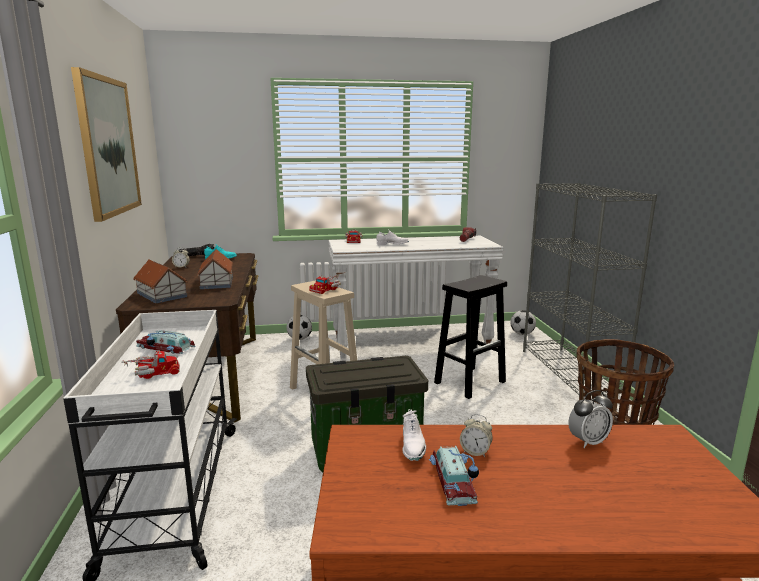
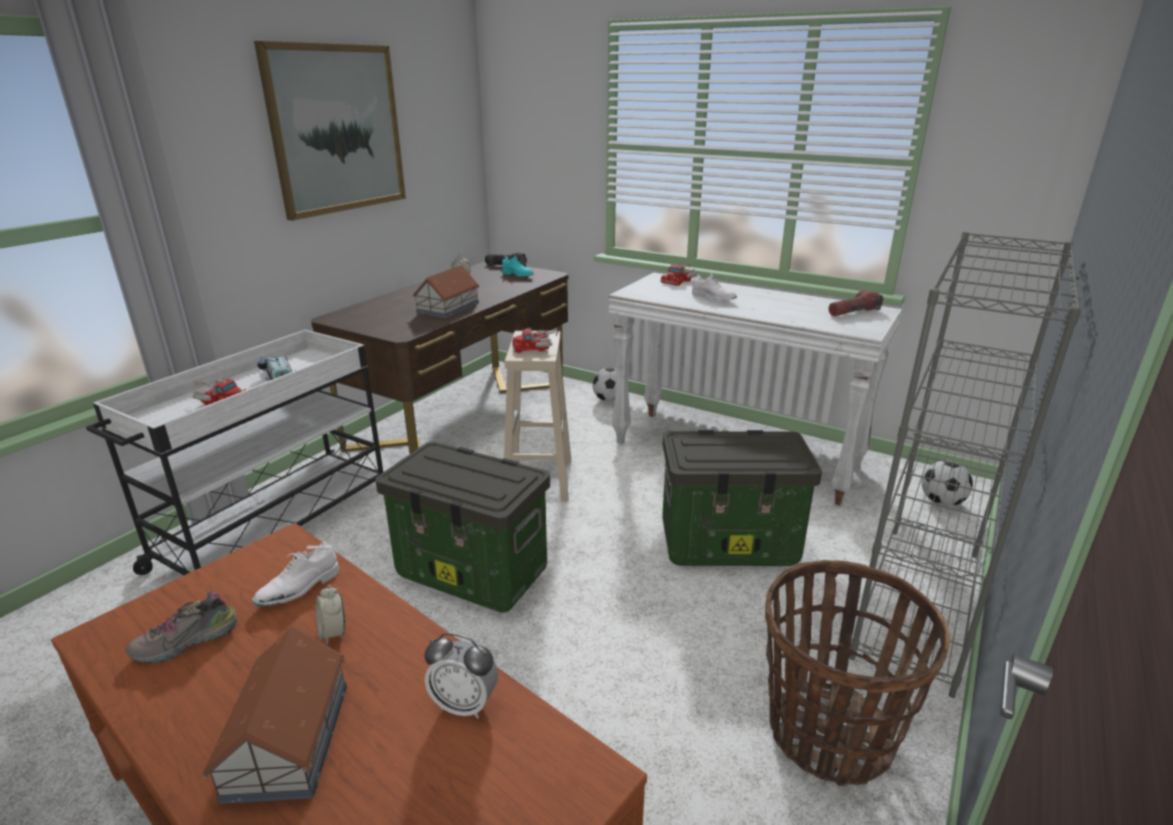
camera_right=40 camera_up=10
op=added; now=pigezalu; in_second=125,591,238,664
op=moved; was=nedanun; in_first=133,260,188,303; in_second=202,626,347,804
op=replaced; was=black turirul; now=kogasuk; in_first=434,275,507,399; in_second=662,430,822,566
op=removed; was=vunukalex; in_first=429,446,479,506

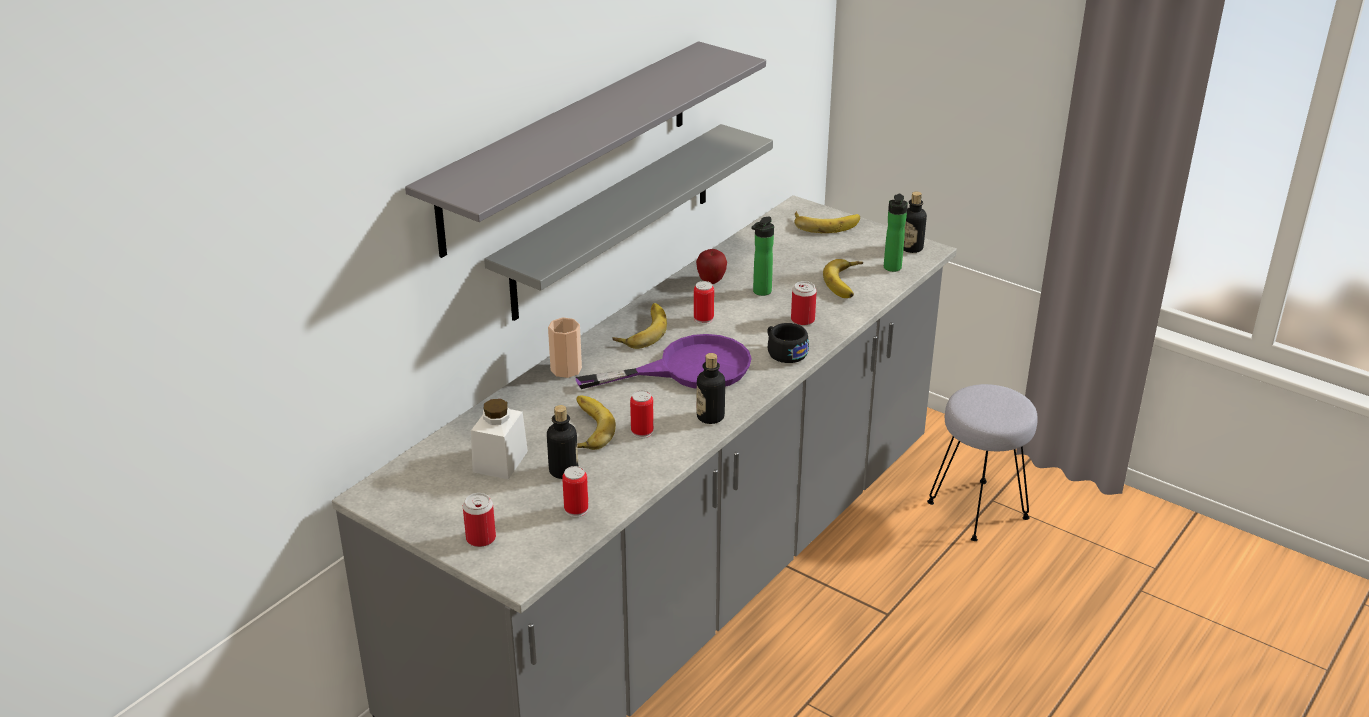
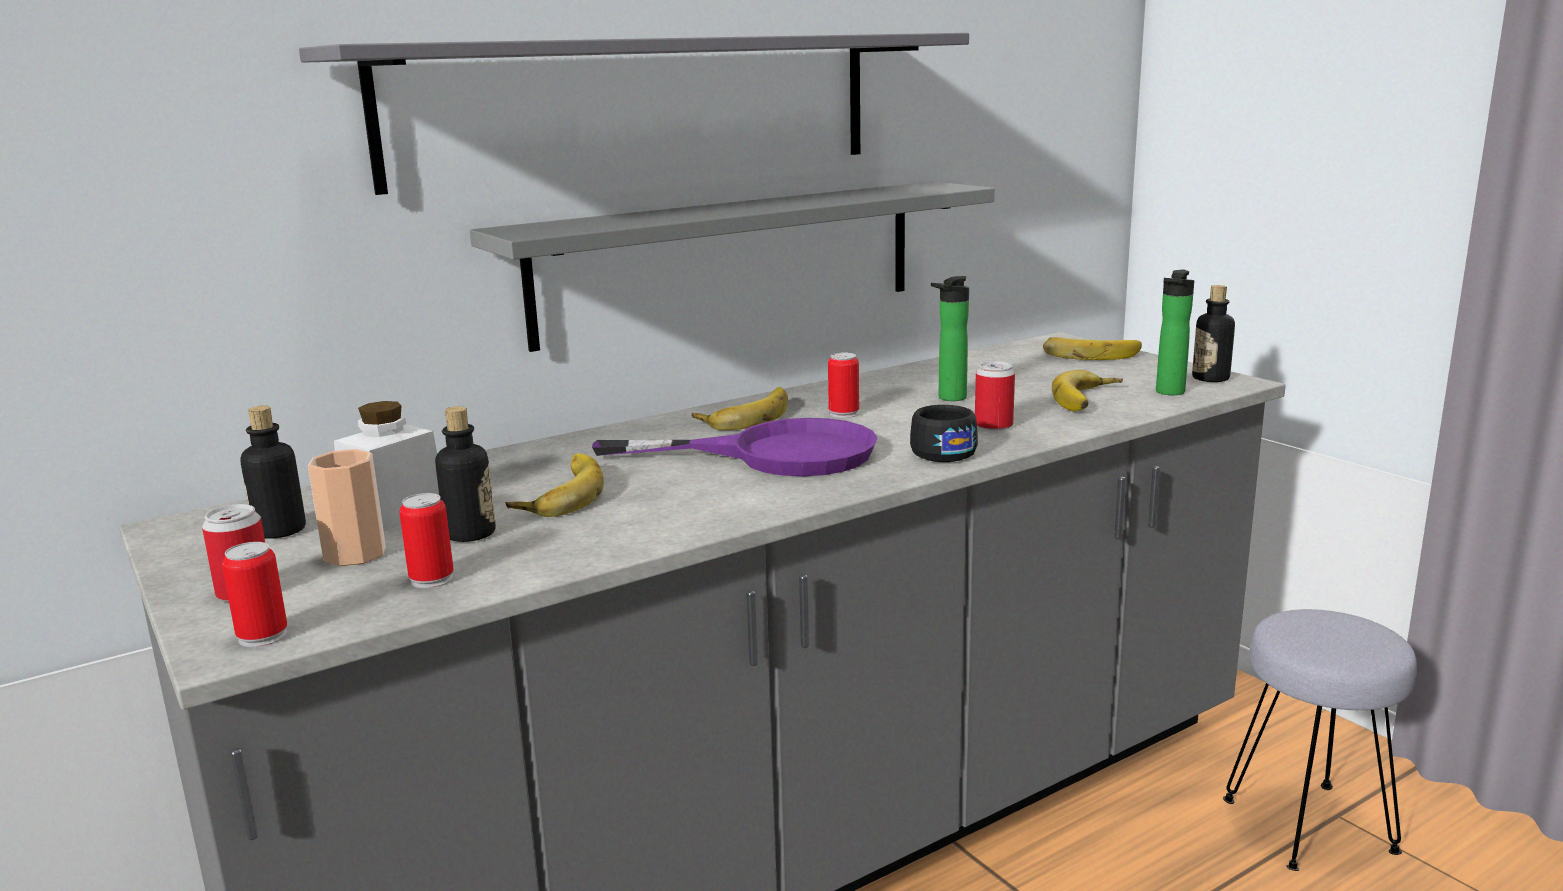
camera_right=20 camera_up=-15
op=moved; was=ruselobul; in_first=630,390,654,438; in_second=222,542,287,647
op=moved; was=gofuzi; in_first=697,353,725,424; in_second=240,406,306,539
op=moved; was=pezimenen; in_first=548,317,582,378; in_second=308,449,386,566
op=removed; was=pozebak; in_first=696,249,727,284

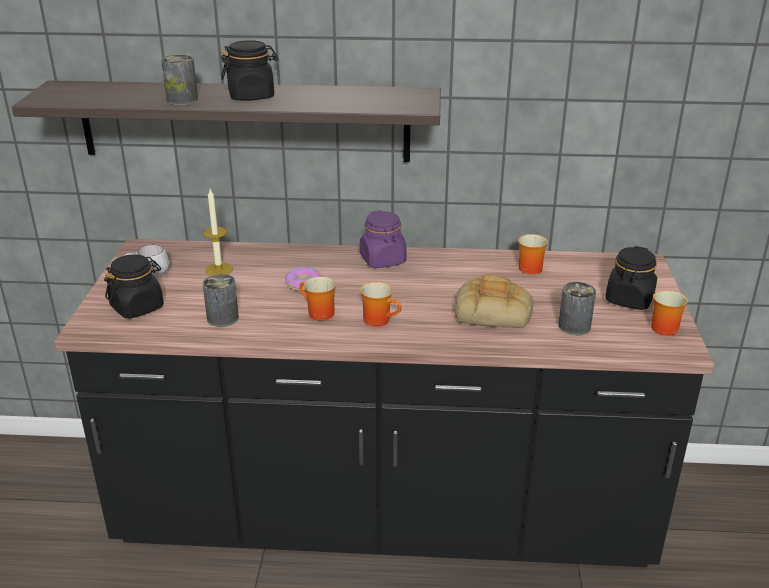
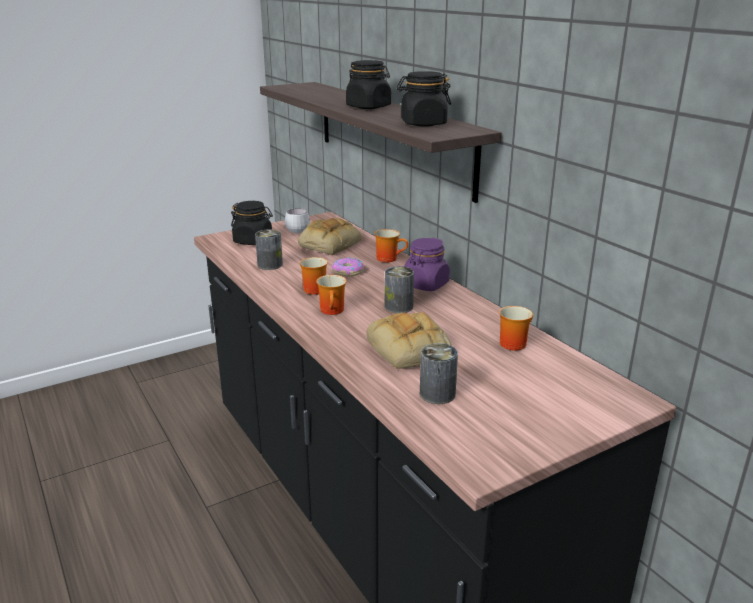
camera_right=55 camera_up=-5
op=replaced; was=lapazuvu; now=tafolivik; in_first=203,189,233,276; in_second=298,218,362,255
op=moved; was=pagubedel; in_first=651,290,688,336; in_second=374,229,408,262
op=moved; was=ruselobul; in_first=161,55,198,105; in_second=385,266,414,313
op=moved; was=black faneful; in_first=605,246,657,310; in_second=397,71,451,127

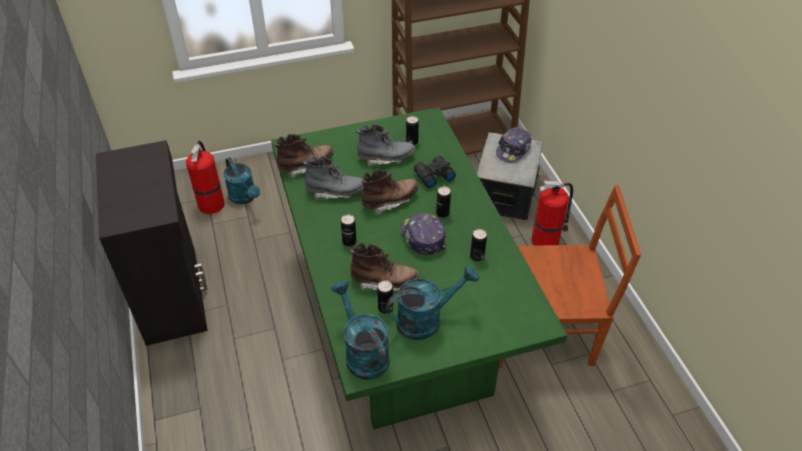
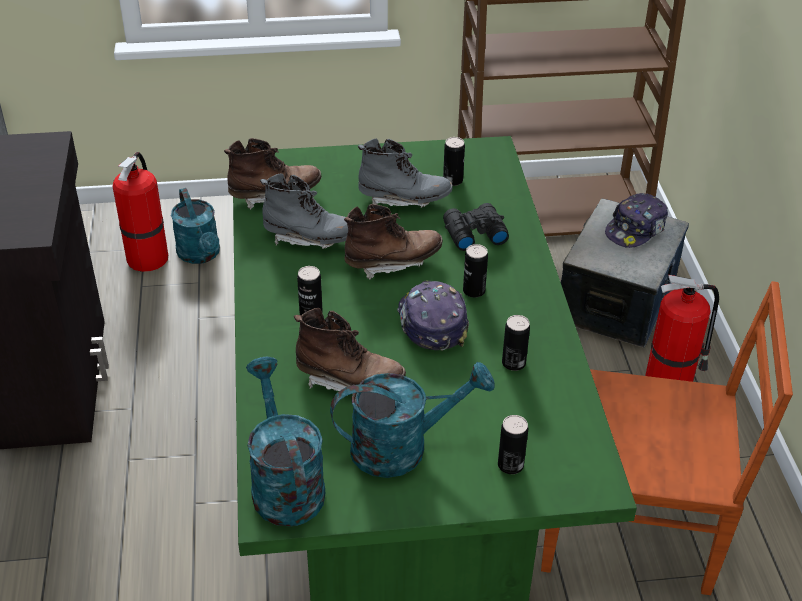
camera_right=10 camera_up=-5
op=moved; was=ruselobul; in_first=377,280,393,314; in_second=498,415,528,474

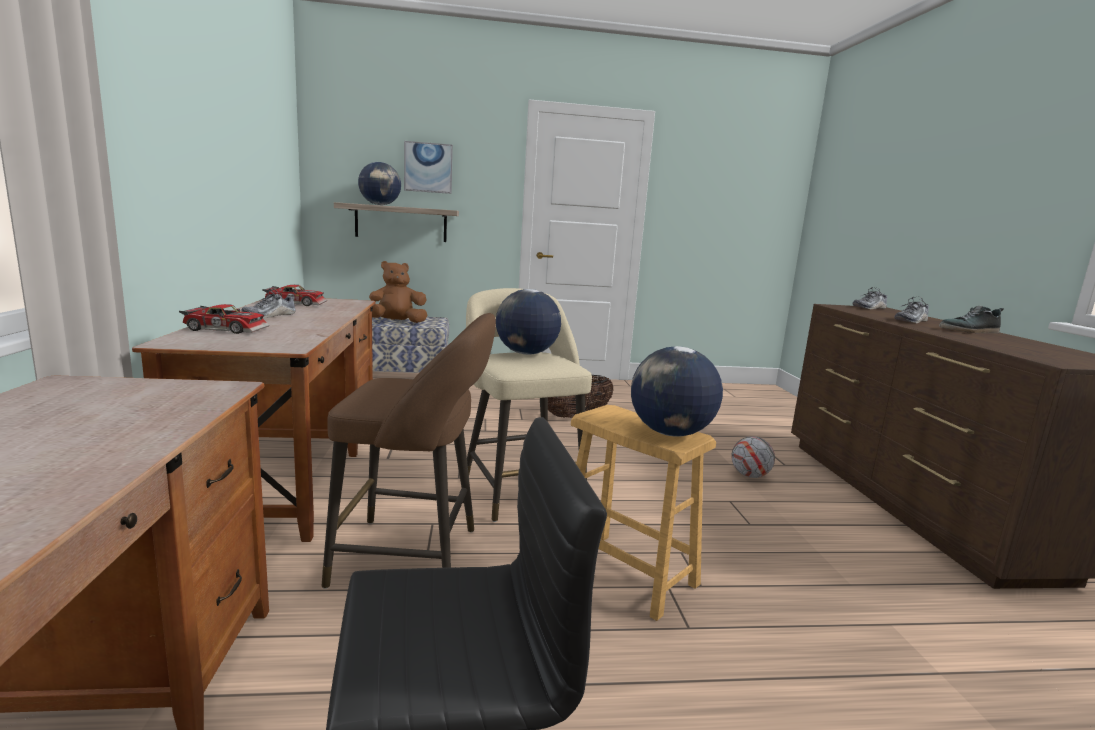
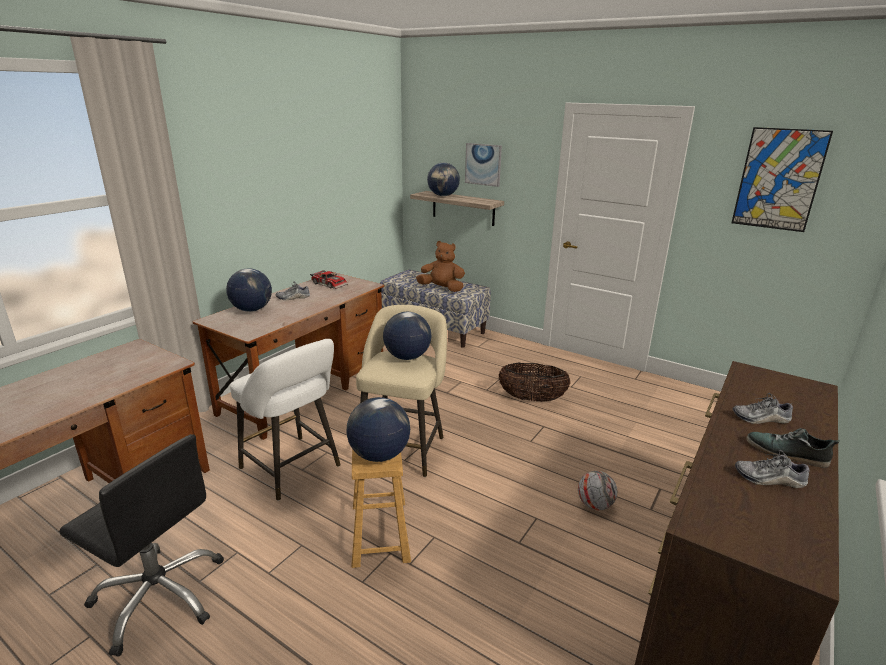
camera_right=40 camera_up=10
op=replaced; was=vunukalex; now=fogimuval; in_first=179,304,269,334; in_second=226,269,272,312
op=recoloured; was=brown turirul; now=white turirul; in_first=322,313,496,589; in_second=230,339,341,501
op=added; now=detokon; in_second=731,127,833,232
op=moved; was=pigezalu; in_first=853,287,887,310; in_second=735,450,810,488

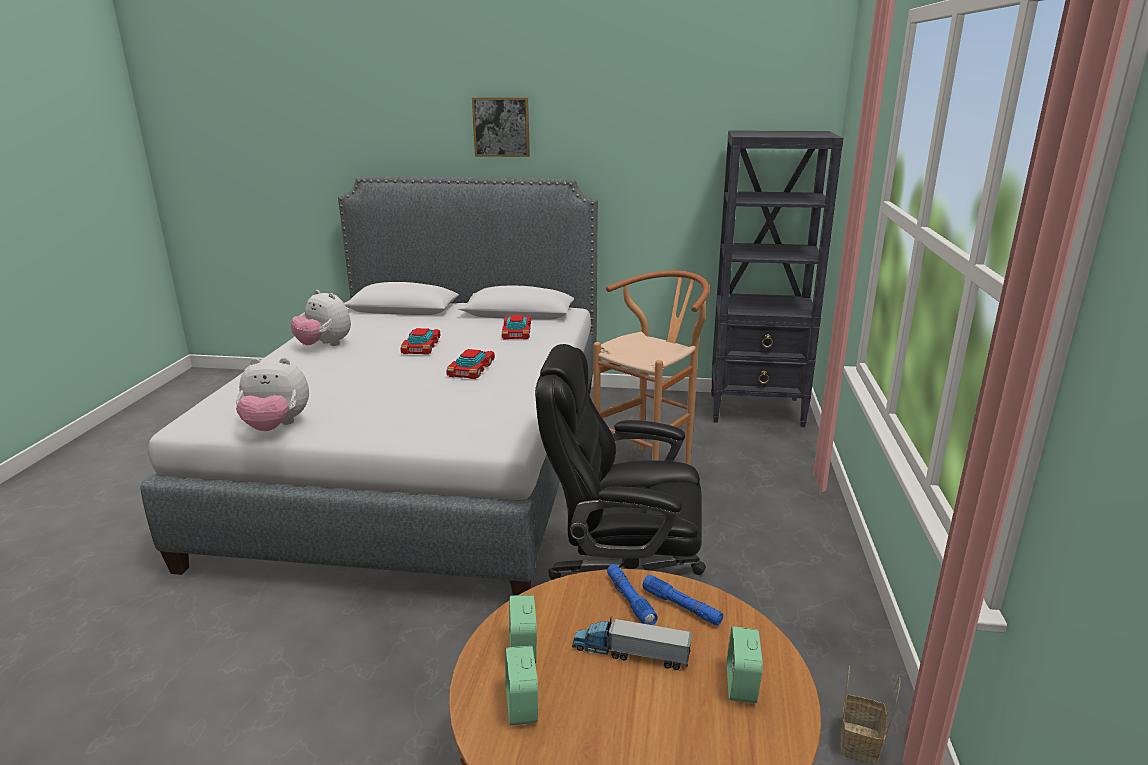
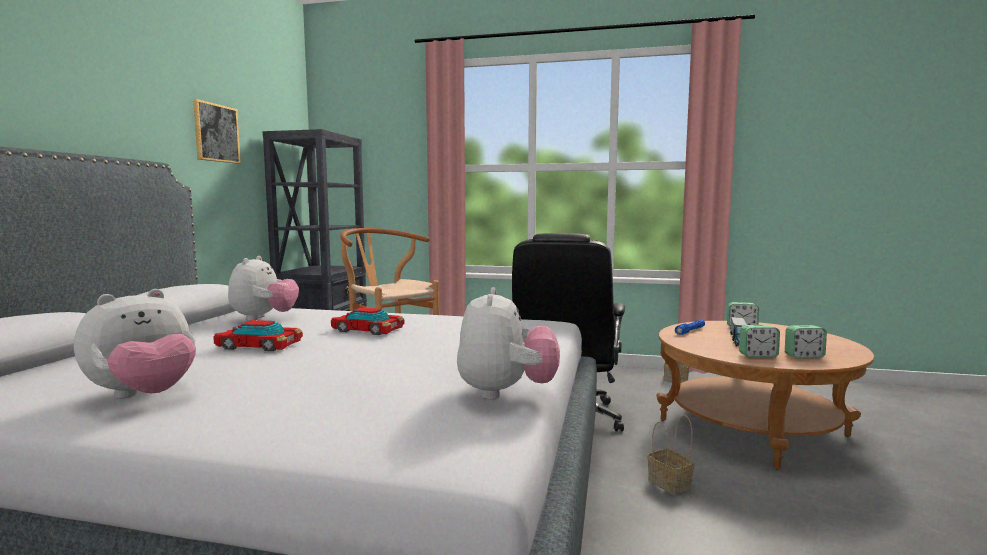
camera_right=-85 camera_up=-15
op=moved; was=detokon; in_first=472,97,530,157; in_second=193,99,241,164
op=replaced; was=vunukalex; now=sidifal; in_first=502,315,531,339; in_second=228,256,299,321
op=added; now=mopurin; in_second=648,415,694,495
op=removed; was=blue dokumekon; in_first=607,564,658,625

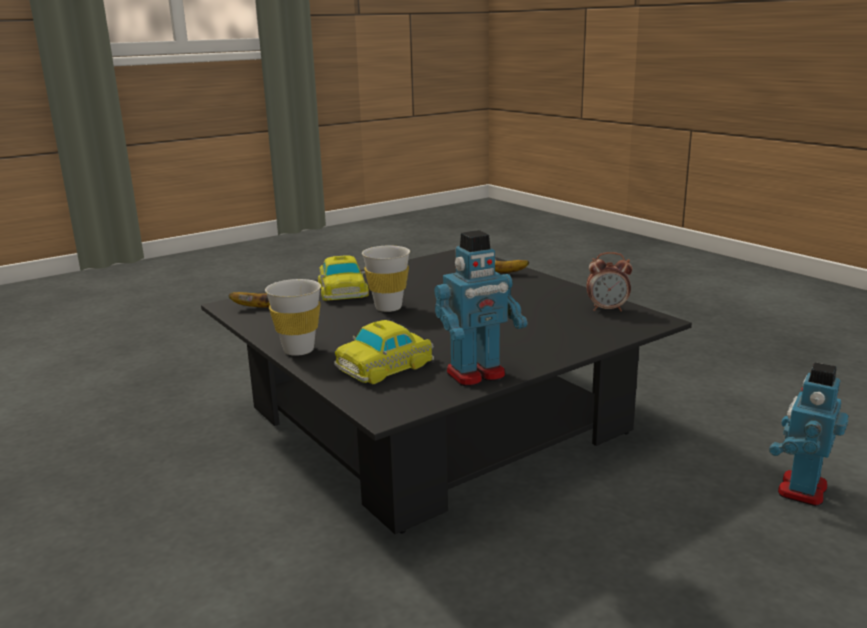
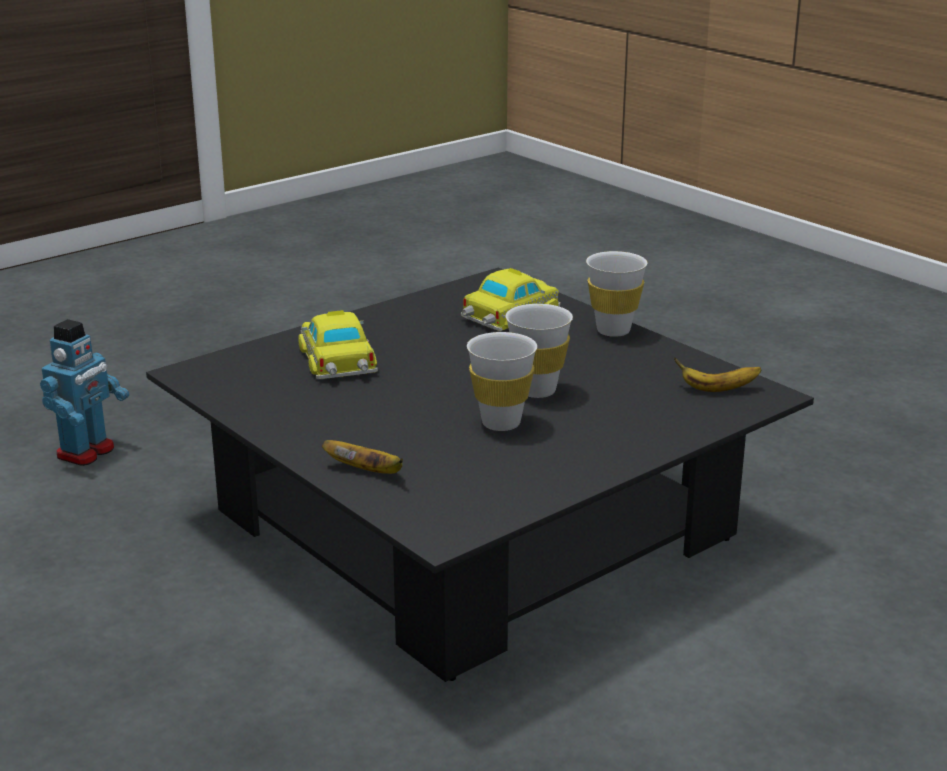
camera_right=175 camera_up=5
op=moved; was=vunukalex; in_first=318,255,369,301; in_second=298,310,378,379
op=added; now=white pezimenen; in_second=467,332,537,431
op=removed; was=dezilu; in_first=434,230,528,386
op=removed; was=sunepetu; in_first=587,252,632,312

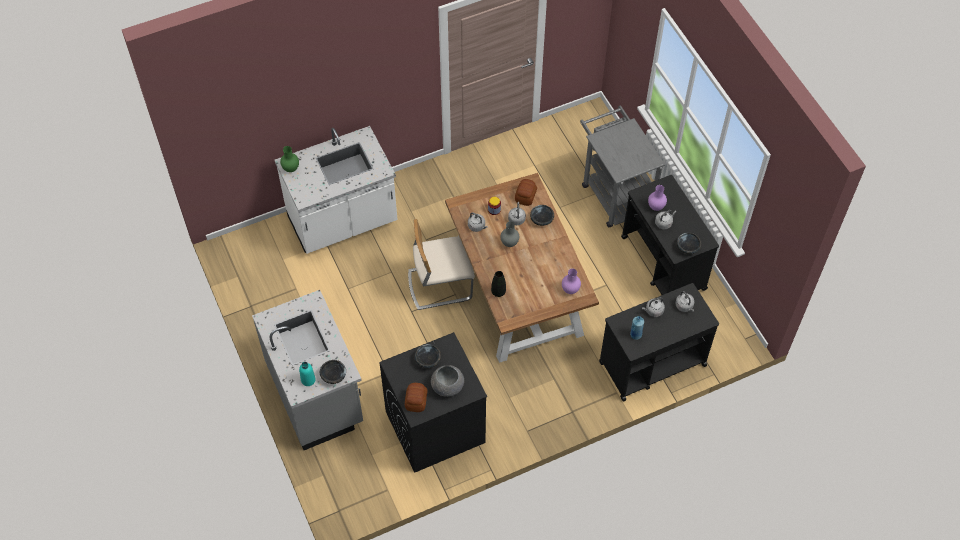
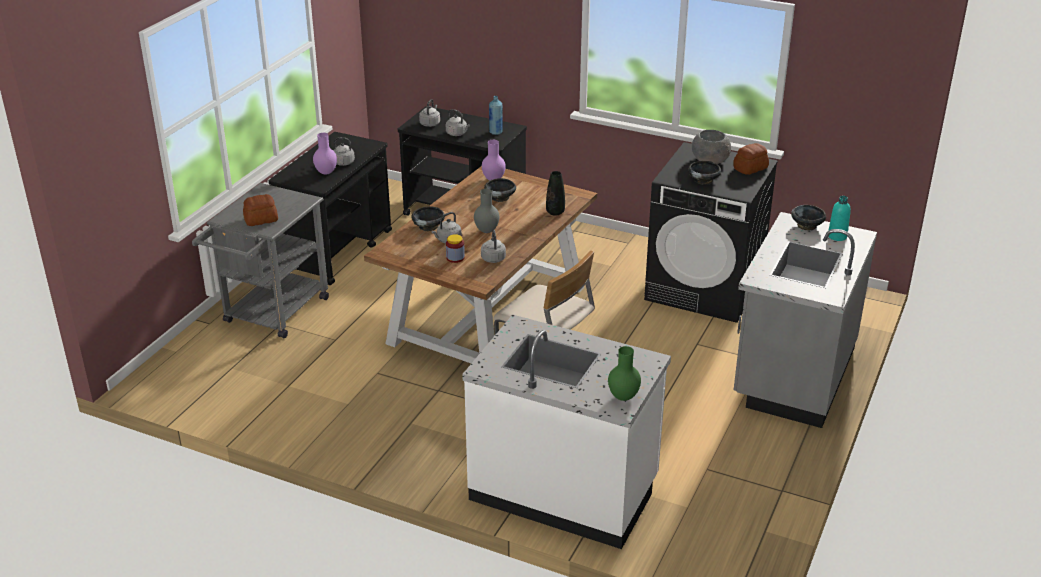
camera_right=-130 camera_up=-25
op=moved; was=tafolivik; in_first=515,179,537,206; in_second=243,194,278,226
op=moved; was=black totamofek; in_first=677,233,701,254; in_second=484,178,516,202

